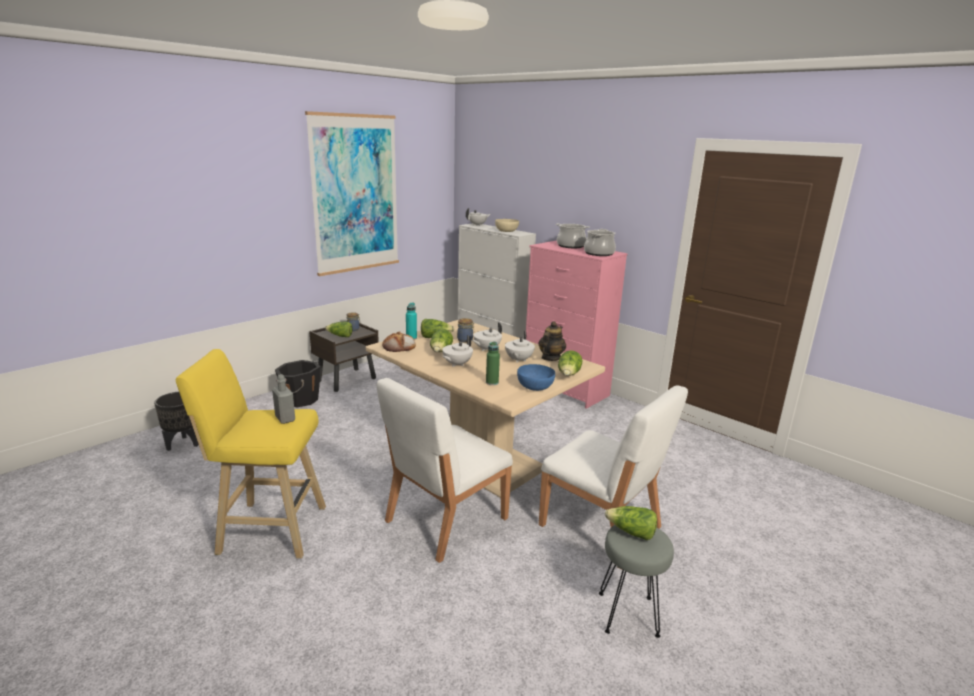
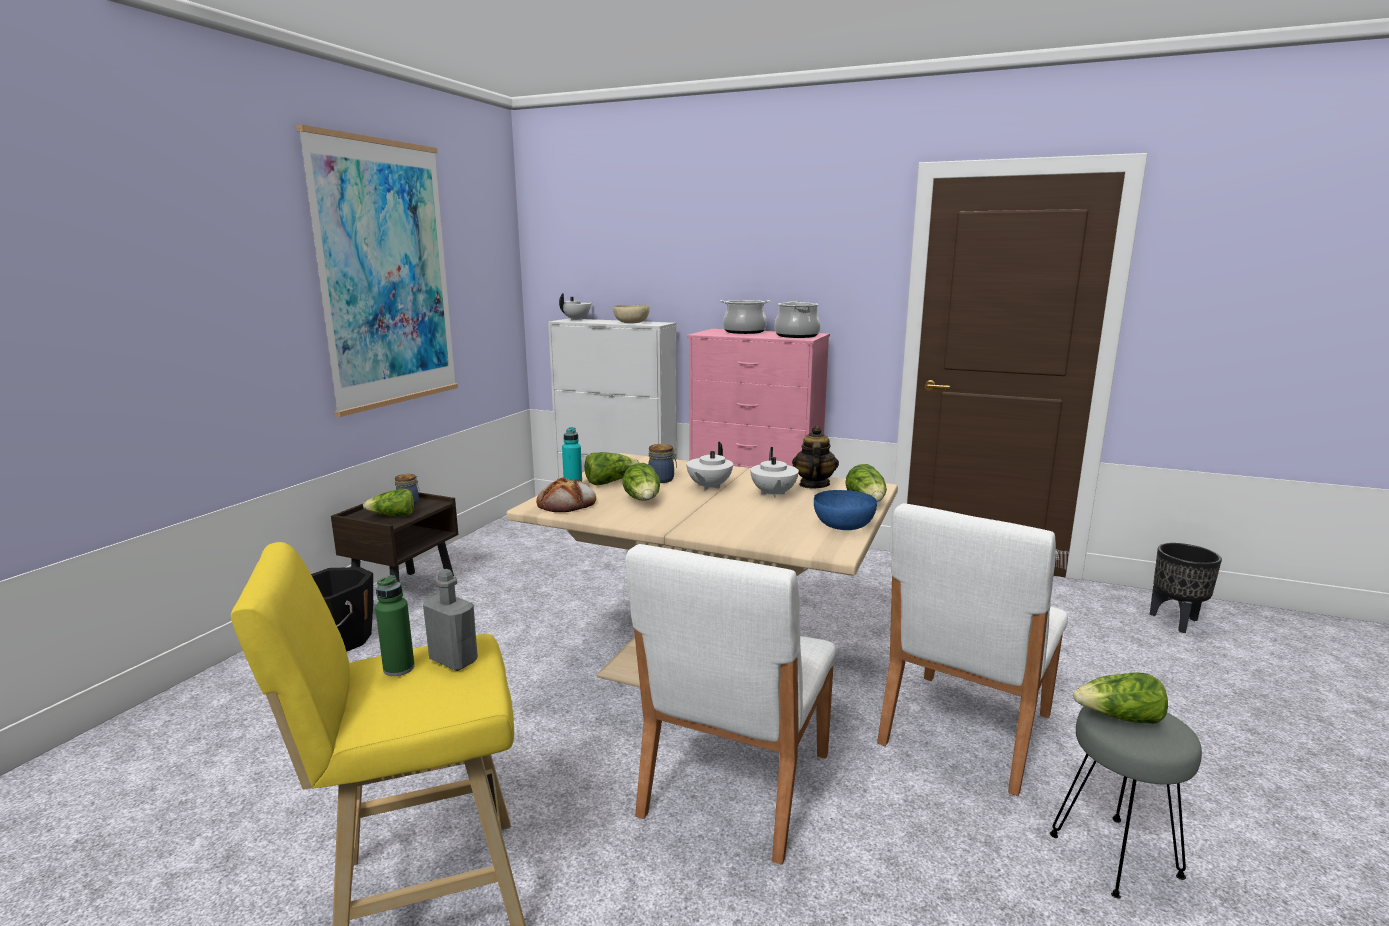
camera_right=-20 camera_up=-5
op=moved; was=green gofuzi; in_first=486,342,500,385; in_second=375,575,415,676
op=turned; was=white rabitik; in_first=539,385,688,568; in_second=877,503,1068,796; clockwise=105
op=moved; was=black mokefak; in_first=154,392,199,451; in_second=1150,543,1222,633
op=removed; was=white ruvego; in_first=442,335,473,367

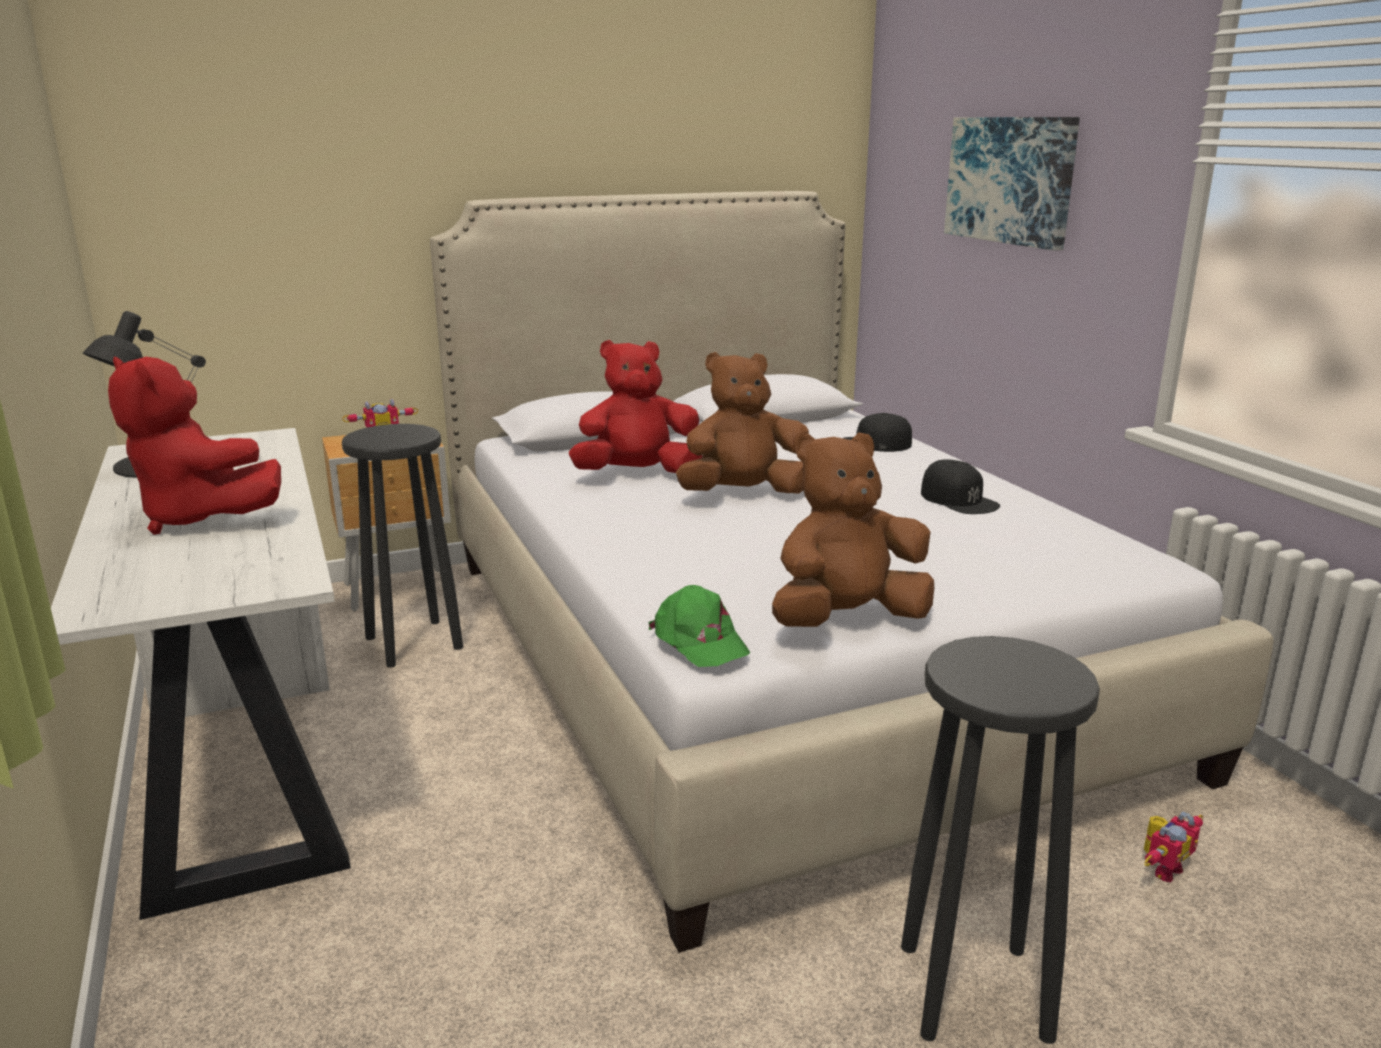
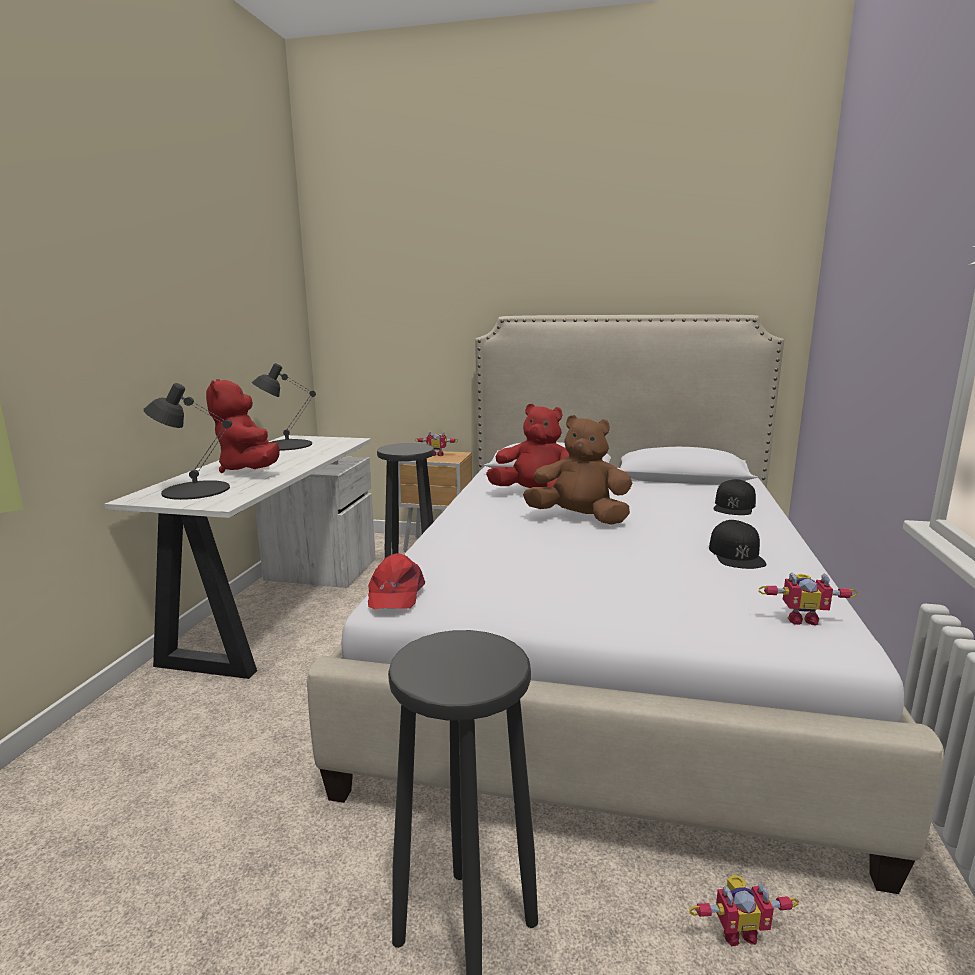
camera_right=35 camera_up=-5
op=added; now=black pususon; in_second=143,383,232,500
op=recoloured; was=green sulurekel; now=red sulurekel; in_first=648,585,750,667; in_second=368,553,425,609
op=turned; was=black sulurekel; in_first=843,413,912,452; in_second=713,479,756,515; clockwise=-105
op=added; now=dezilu; in_second=758,573,858,626
op=removed; was=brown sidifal; in_first=772,432,934,627
op=removed; was=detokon; in_first=944,117,1080,251

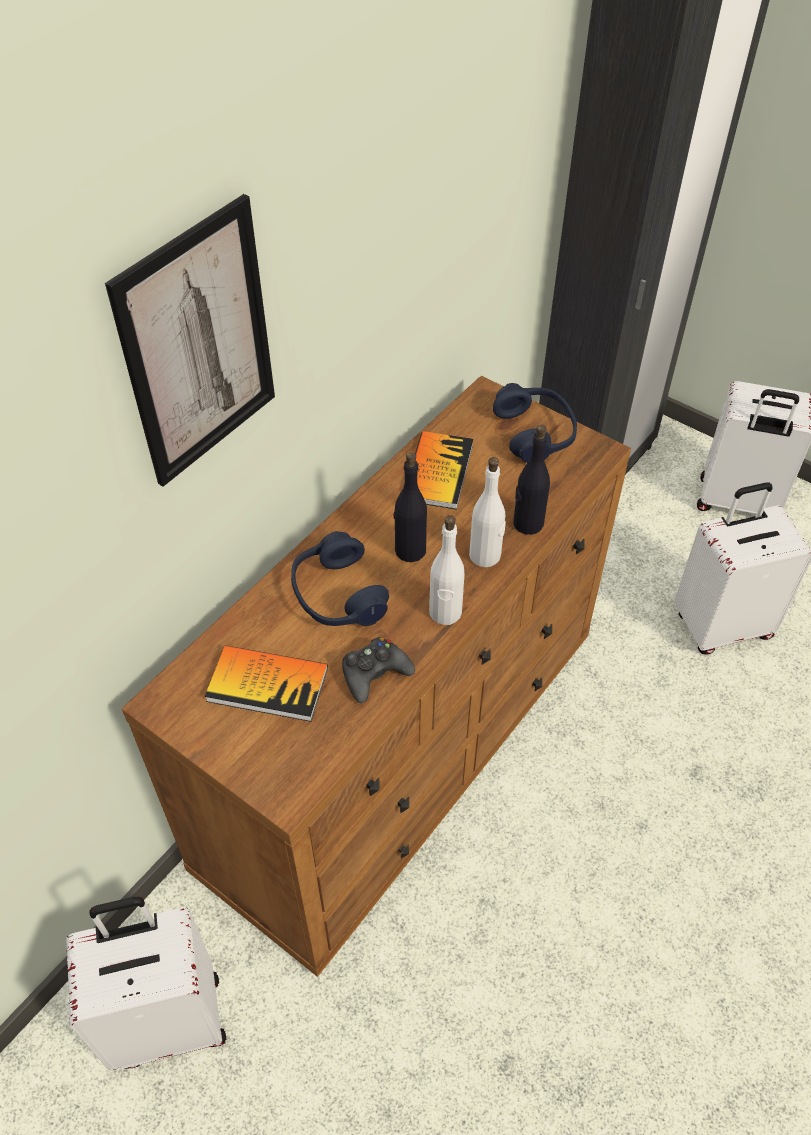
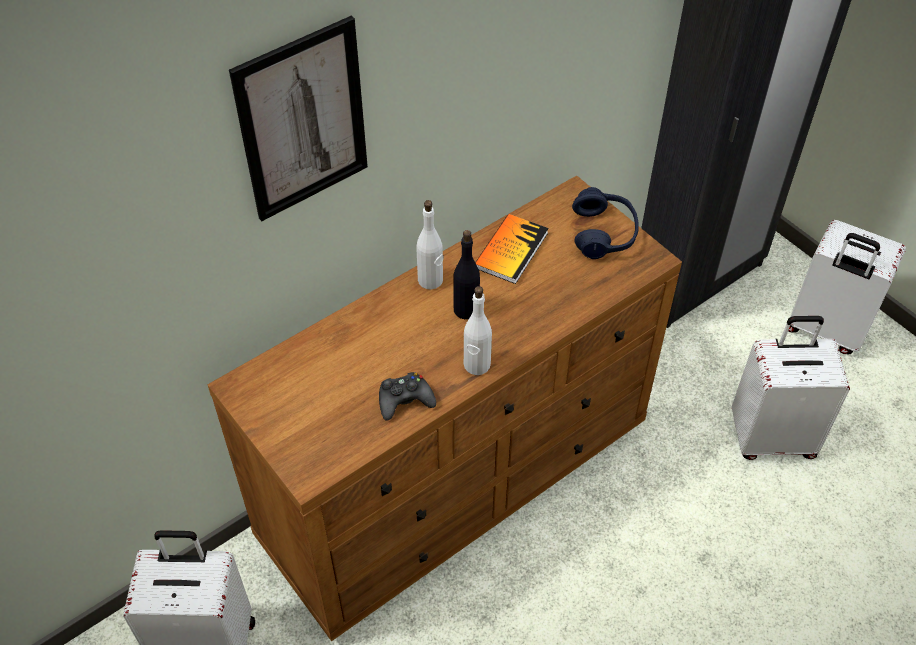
camera_right=15 camera_up=0
op=moved; was=white gofuzi; in_first=469,457,506,567; in_second=416,200,444,289
op=removed; was=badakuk; in_first=205,645,328,722
op=removed; was=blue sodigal; in_first=291,531,389,626
op=removed; was=black gofuzi; in_first=513,424,550,535

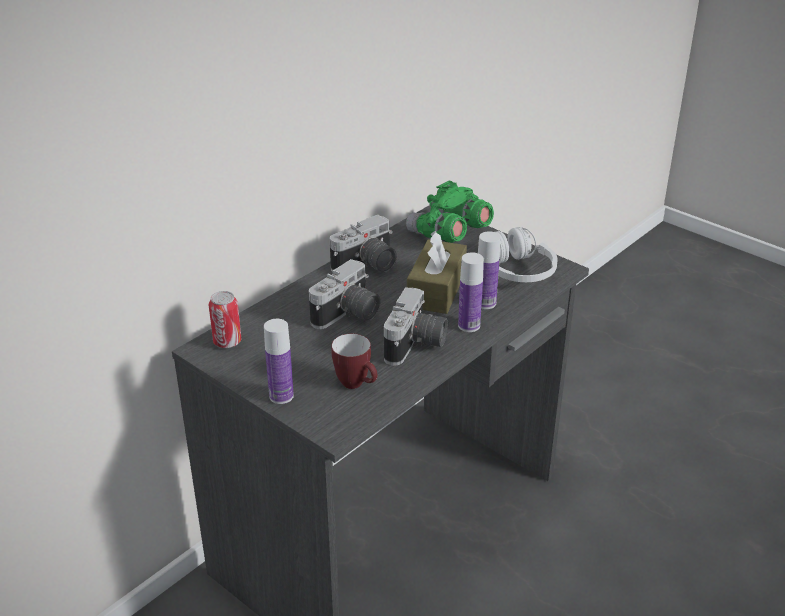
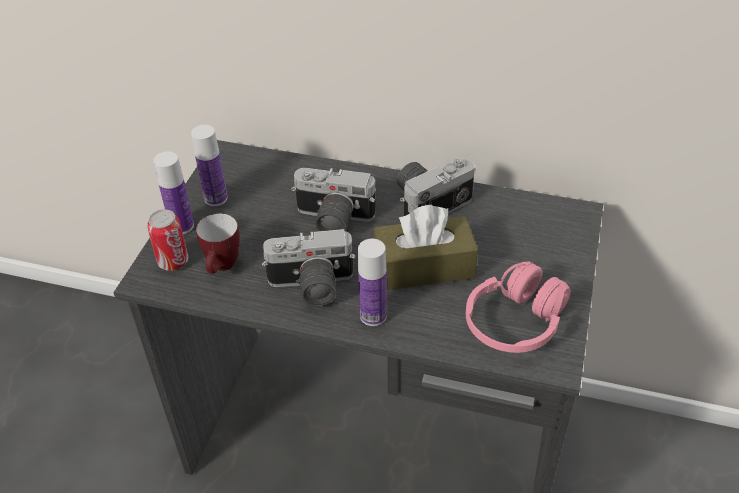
camera_right=65 camera_up=10
op=moved; was=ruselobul; in_first=209,291,241,348; in_second=147,209,188,271
op=moved; was=gofuzi; in_first=478,231,500,309; in_second=191,125,228,206
op=turned; was=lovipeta; in_first=330,215,397,272; in_second=397,158,475,216; clockwise=120
op=recoloured; was=white sodigal; now=pink sodigal; in_first=495,227,558,282; in_second=466,261,571,353
op=removed; was=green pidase; in_first=406,181,494,243

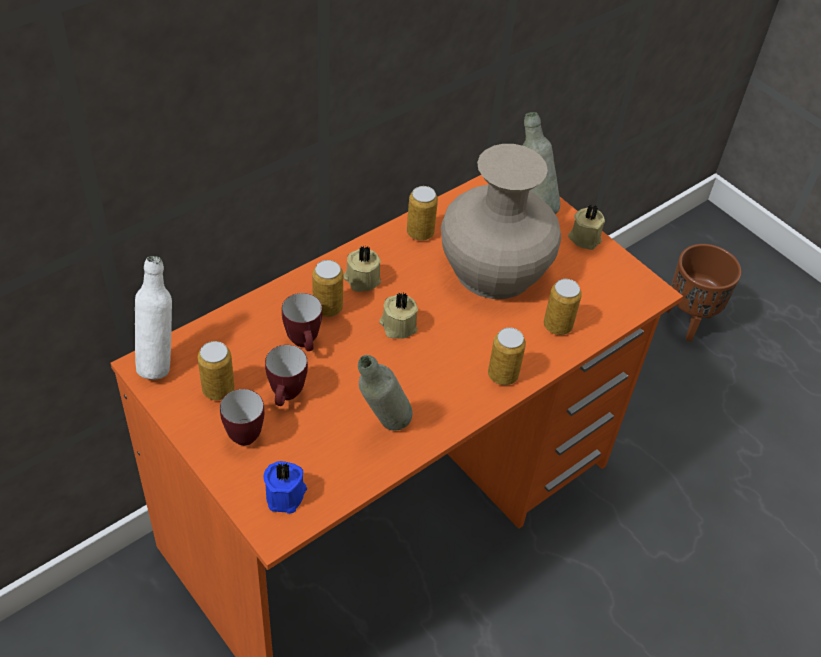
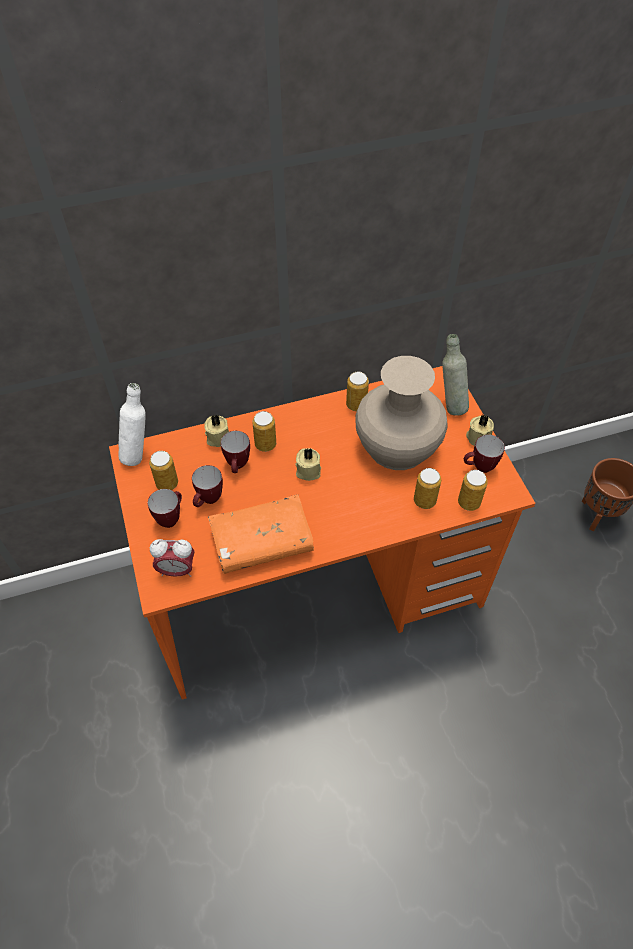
camera_right=25 camera_up=5
op=replaced; was=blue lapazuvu; now=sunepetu; in_first=264,461,307,514; in_second=150,539,195,577
op=moved; was=beige lapazuvu; in_first=343,246,381,292; in_second=204,414,229,447
op=replaced; was=grey gofuzi; now=orange badakuk; in_first=358,355,412,431; in_second=208,494,314,574
op=moved; was=ruselobul; in_first=488,327,526,385; in_second=458,470,488,511
op=added; now=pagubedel; in_second=464,435,505,473

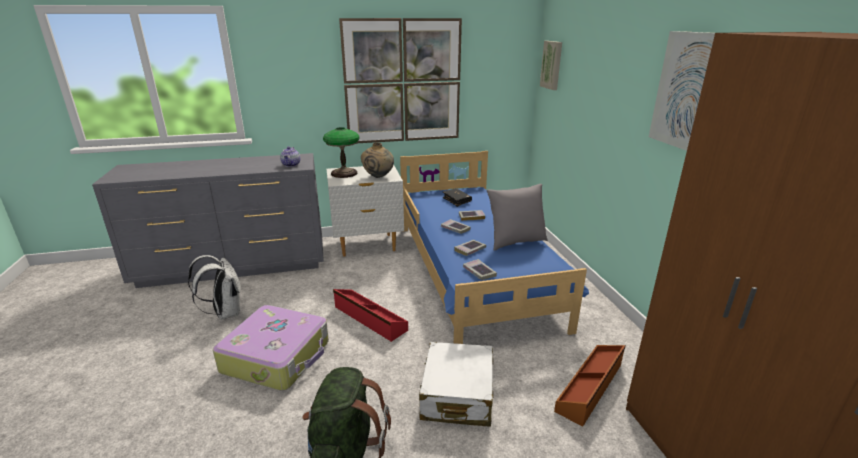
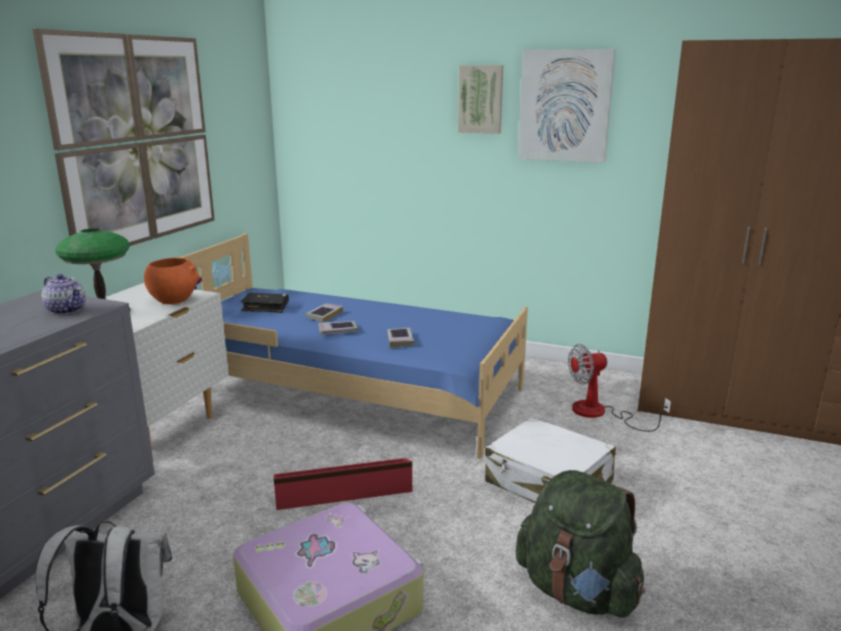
camera_right=-55 camera_up=-5
op=replaced; was=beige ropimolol; now=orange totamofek; in_first=361,142,394,178; in_second=144,257,200,304
op=moved; was=detokon; in_first=540,41,562,90; in_second=458,65,503,134
op=replaced; was=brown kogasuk; now=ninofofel; in_first=554,345,626,427; in_second=568,344,671,432
op=removed; was=badakuk; in_first=463,259,497,280
op=removed; was=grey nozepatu; in_first=487,184,548,251

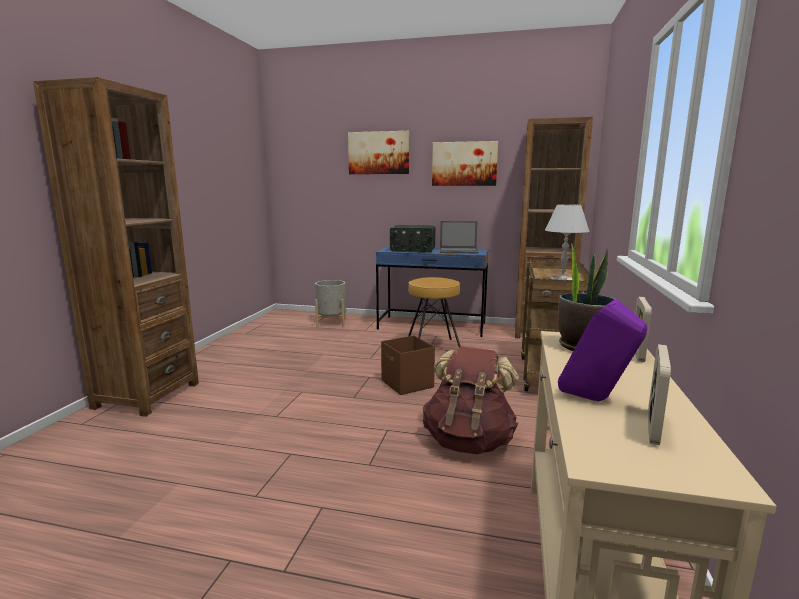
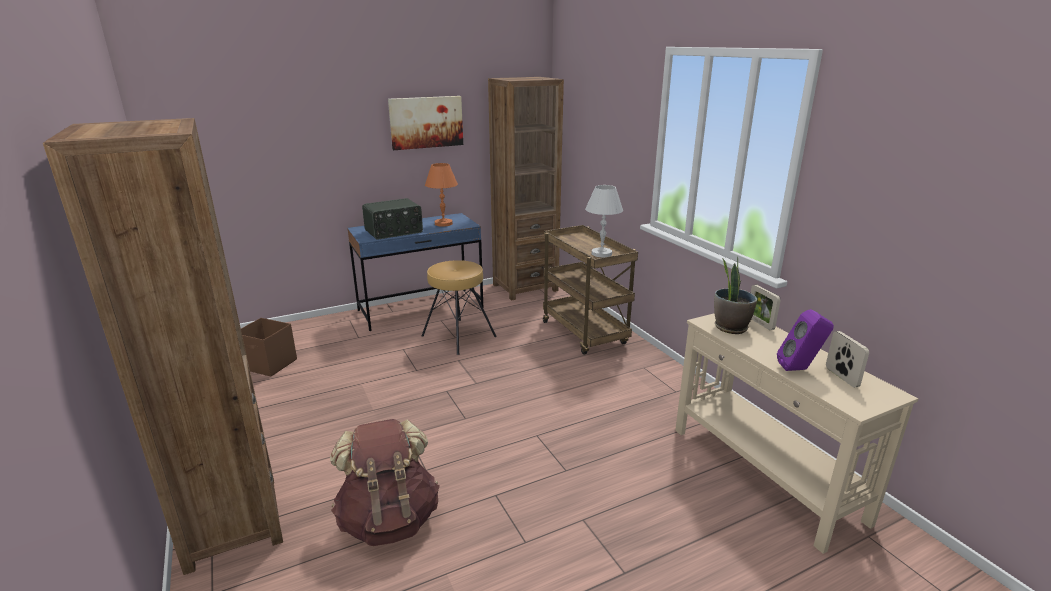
camera_right=-40 camera_up=10
op=moved; was=brown kogasuk; in_first=381,335,435,395; in_second=241,318,297,377
op=moved; was=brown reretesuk; in_first=423,346,519,454; in_second=330,419,440,546
op=replaced; was=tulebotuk; now=orange pususon; in_first=440,221,479,253; in_second=425,163,458,227
op=removed; was=grey mokefak; in_first=315,280,346,327
op=removed; was=detokon; in_first=348,131,409,174

